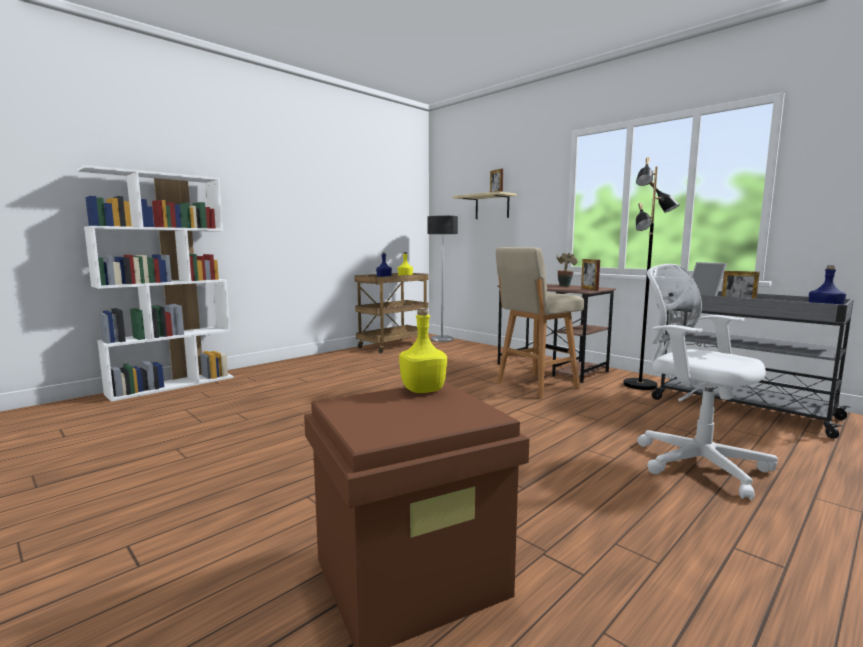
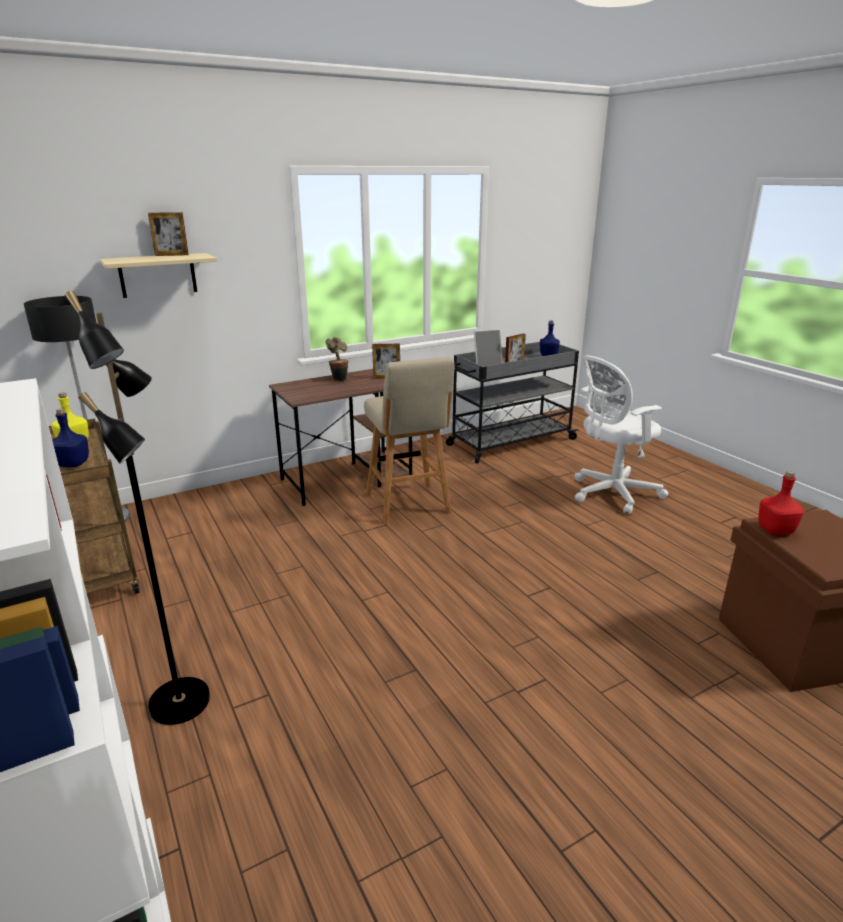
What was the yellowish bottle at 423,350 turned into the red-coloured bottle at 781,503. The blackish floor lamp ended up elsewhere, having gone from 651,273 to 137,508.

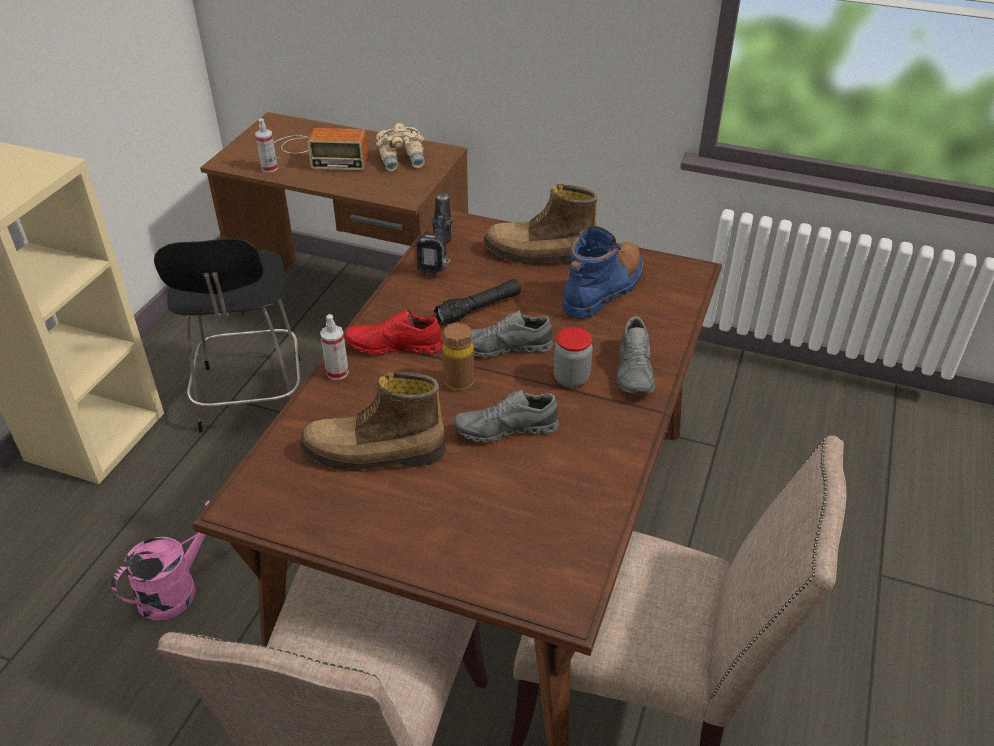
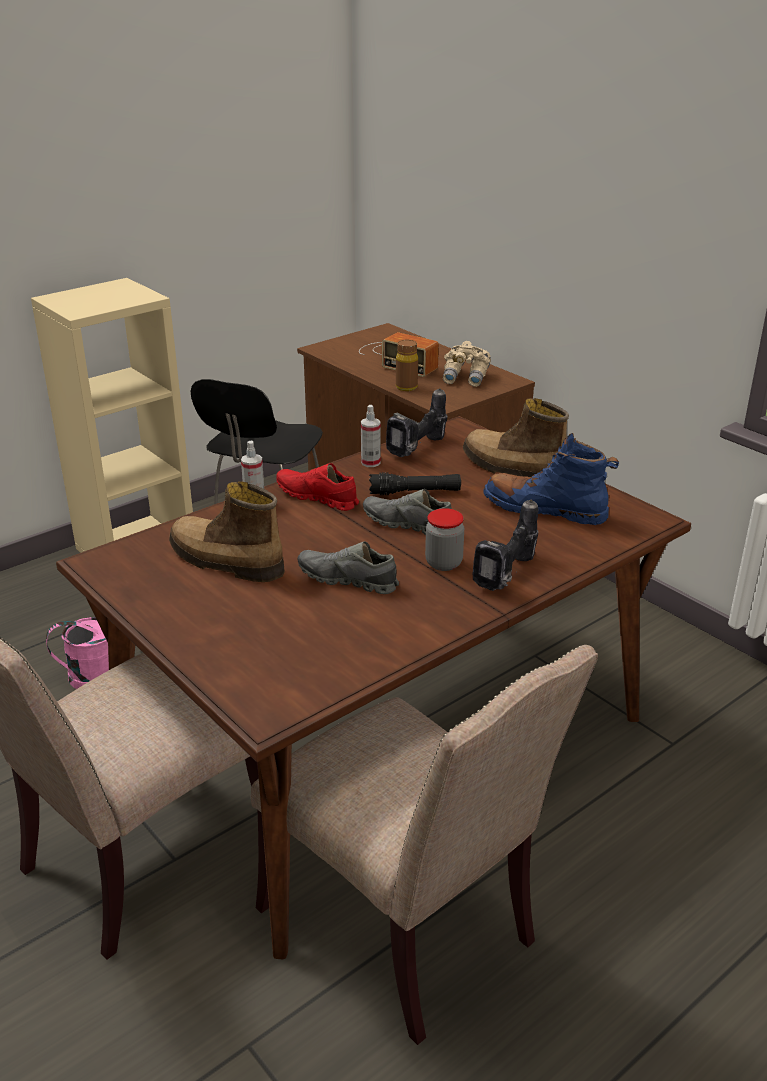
The spray bottle ended up elsewhere, having gone from 266,145 to 371,436. The brownish bottle ended up elsewhere, having gone from 458,356 to 407,365. The blue boot at 603,272 ended up facing another way, 135 degrees counterclockwise from before. Where the greyish shoe stood at 636,355, the electric drill came to stand at 505,545.

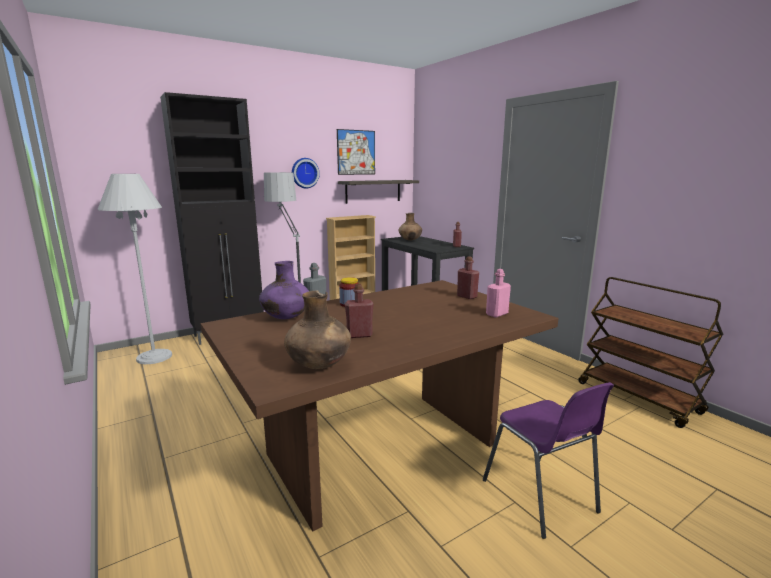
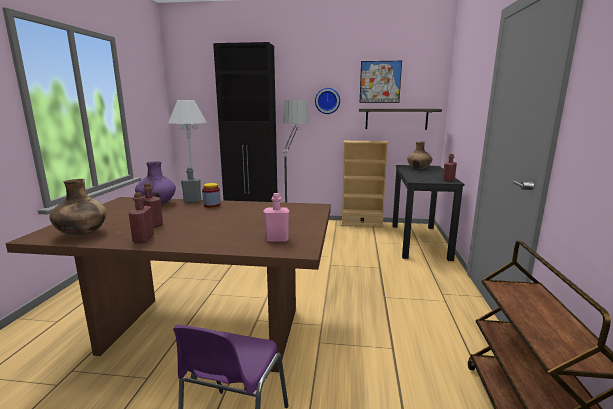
The red-coloured bottle ended up elsewhere, having gone from 468,277 to 141,217.

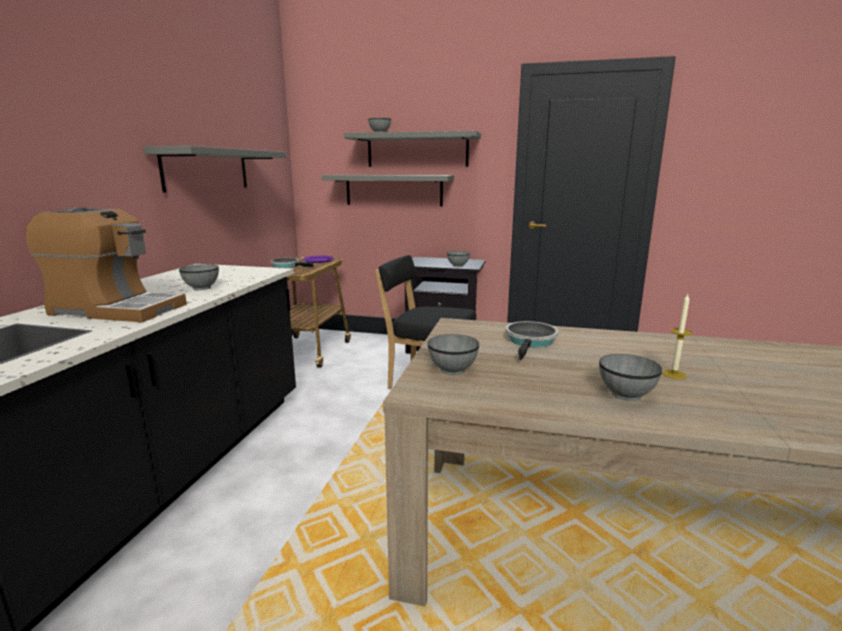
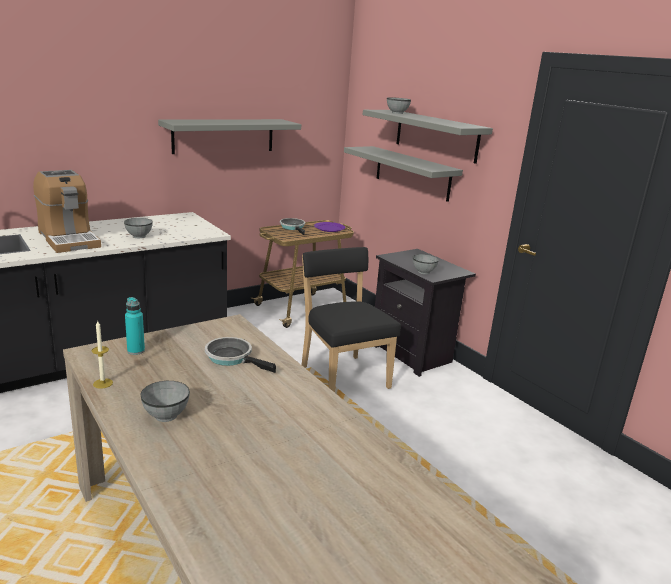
Where the greyish serving bowl stood at 453,354, the turquoise bottle came to stand at 135,326. The frying pan at 532,340 ended up facing another way, 120 degrees counterclockwise from before. The wax candle ended up elsewhere, having gone from 677,336 to 102,355.

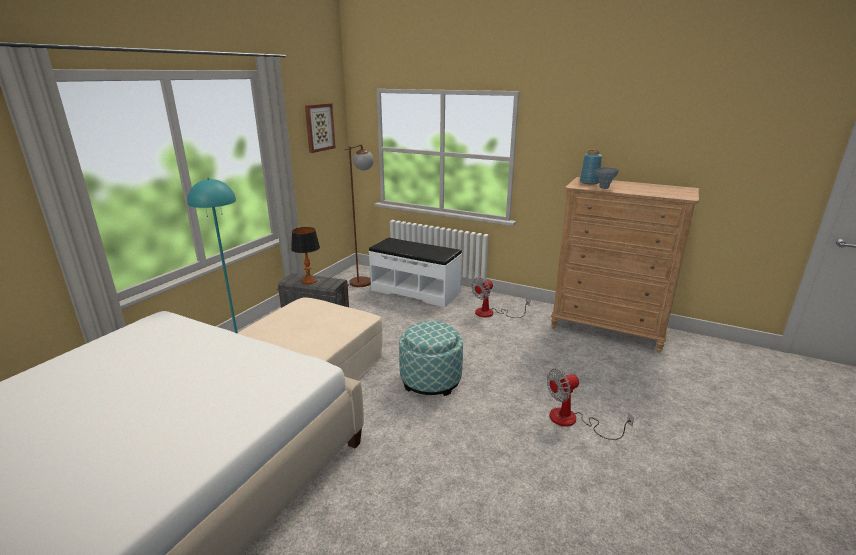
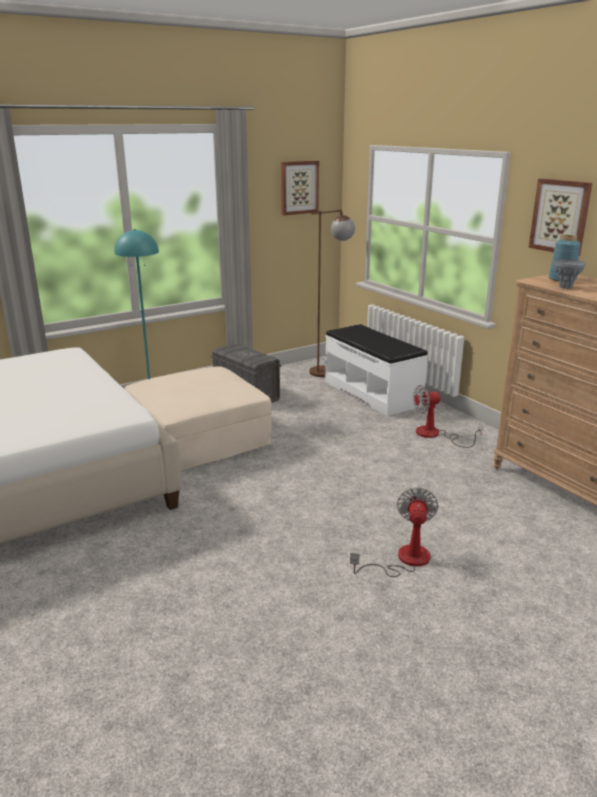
The second view lost the table lamp at 305,255. The second view lost the ottoman at 431,358. The fan at 590,404 ended up facing another way, 90 degrees clockwise from before. The second view gained the wall art at 561,217.

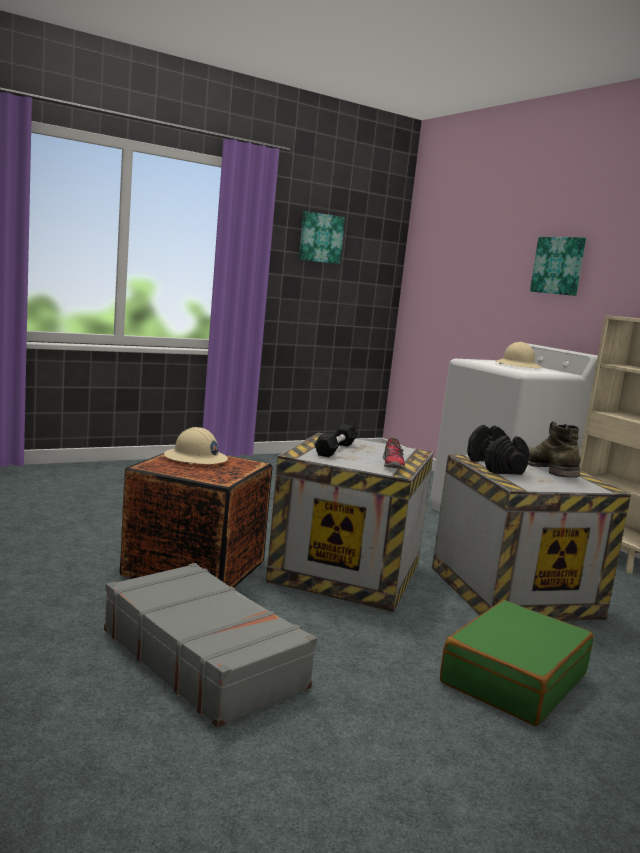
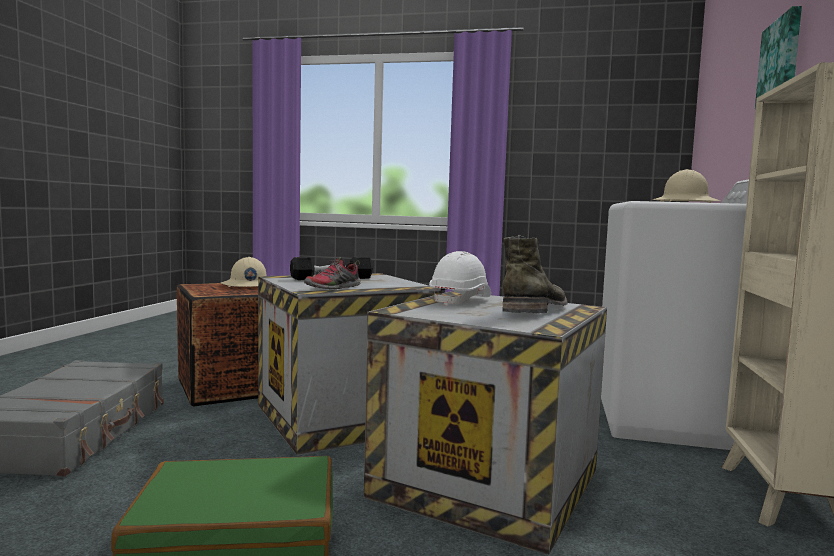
The second view lost the wall art at 322,237. Where the blackish dumbbell stood at 498,450, the whitish work helmet came to stand at 460,278.

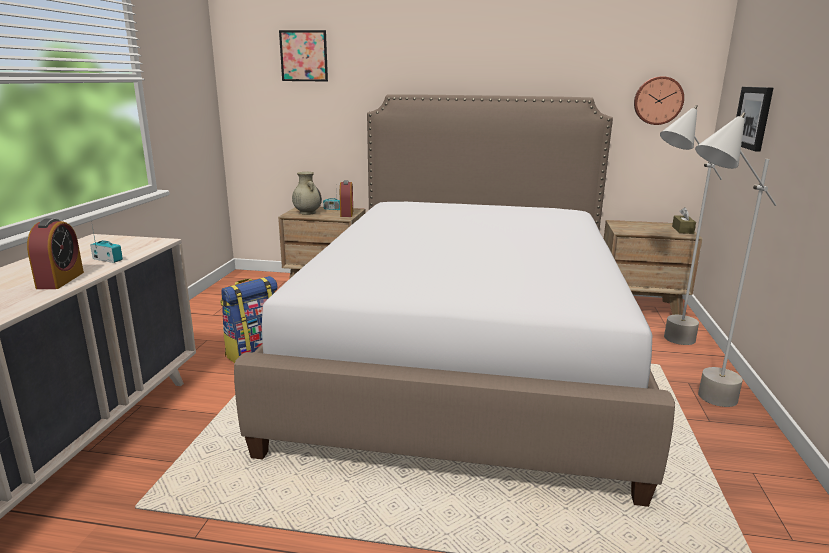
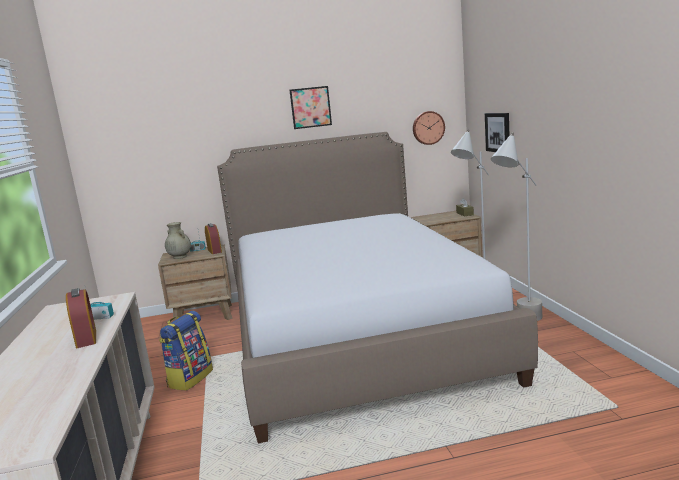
The wall art ended up elsewhere, having gone from 303,55 to 311,107.

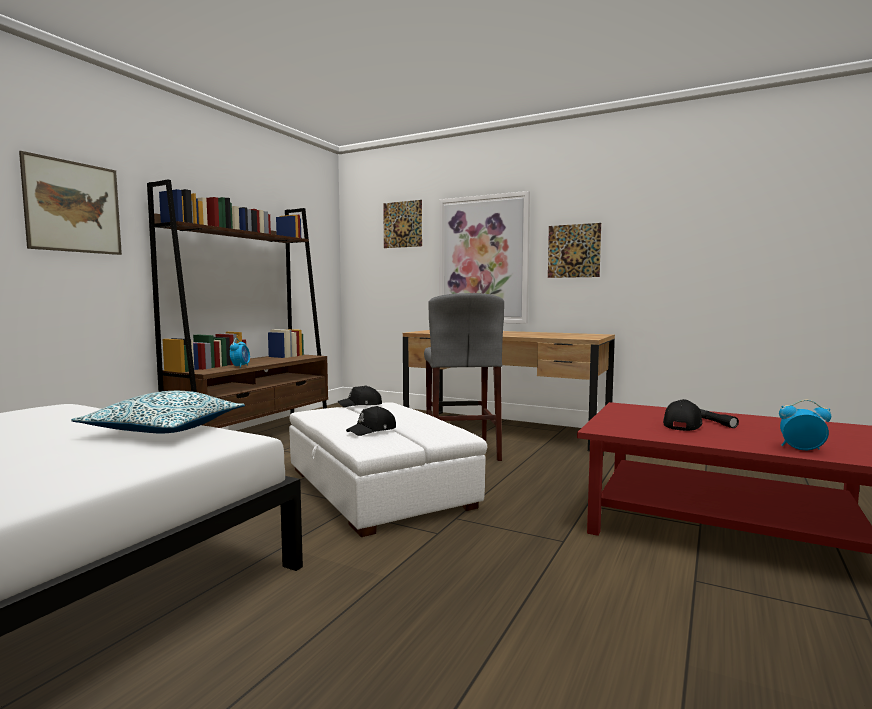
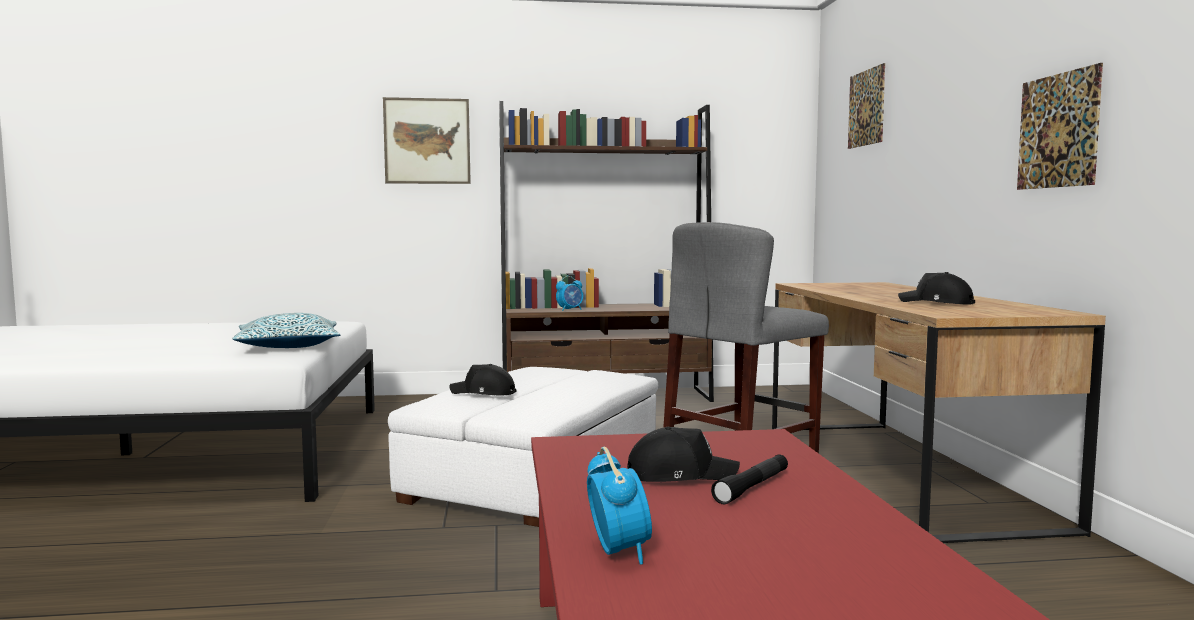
The blackish cap ended up elsewhere, having gone from 360,396 to 936,288. The second view lost the wall art at 484,257.

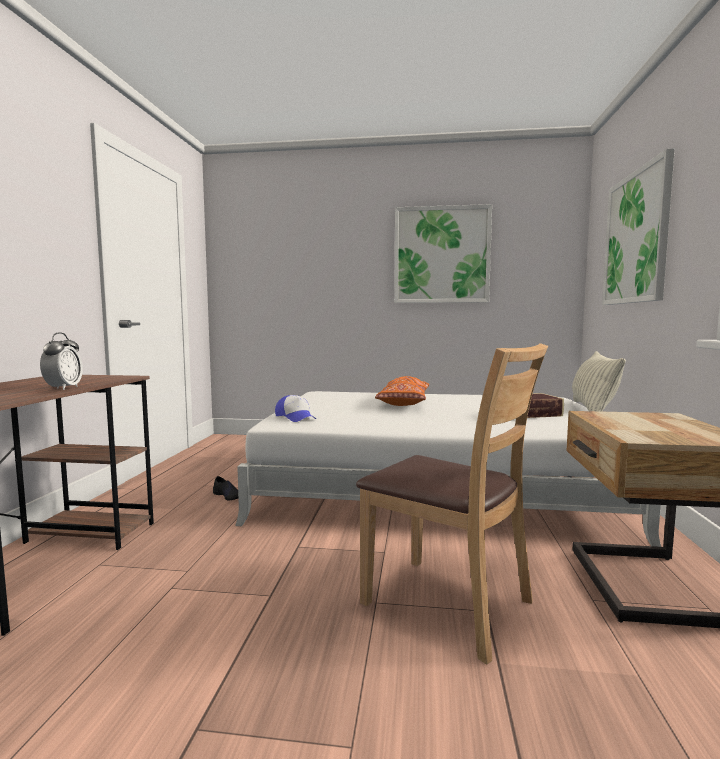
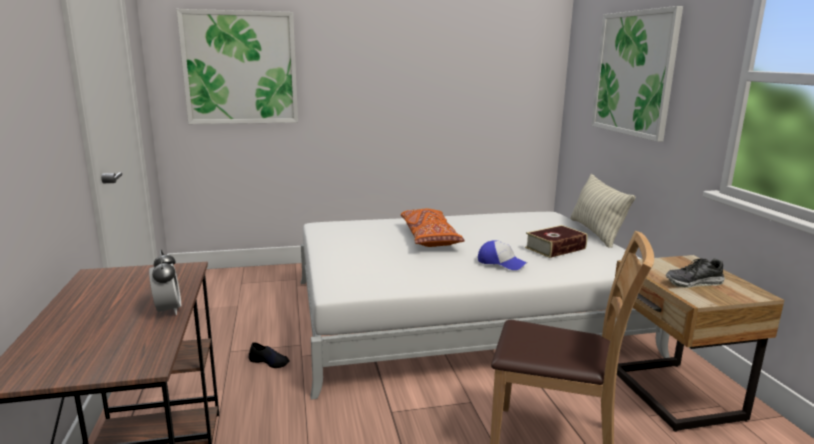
The cap ended up elsewhere, having gone from 295,408 to 502,255. The wall art ended up elsewhere, having gone from 443,253 to 237,66. The second view gained the shoe at 695,273.

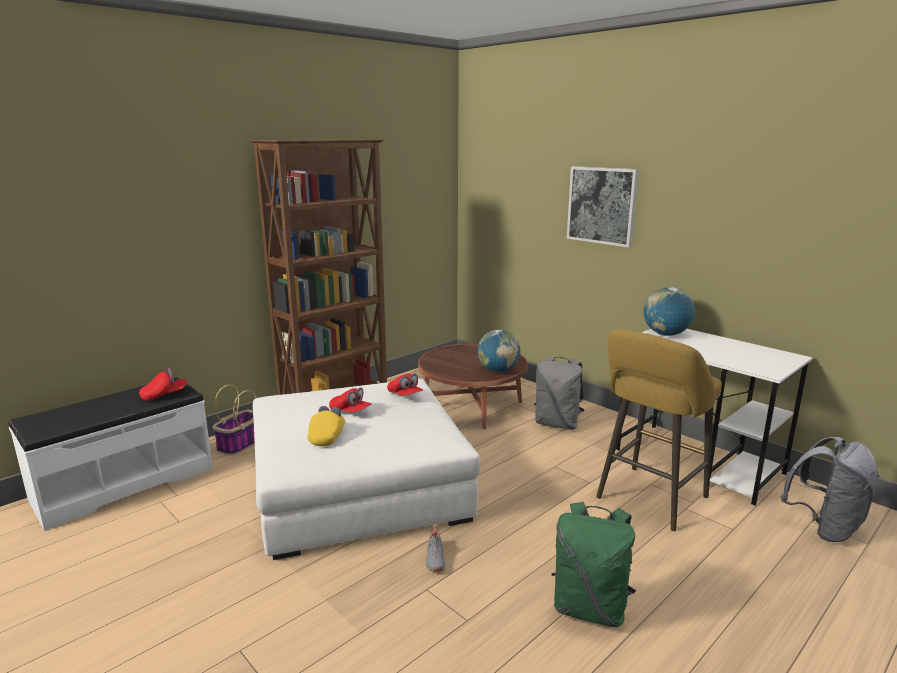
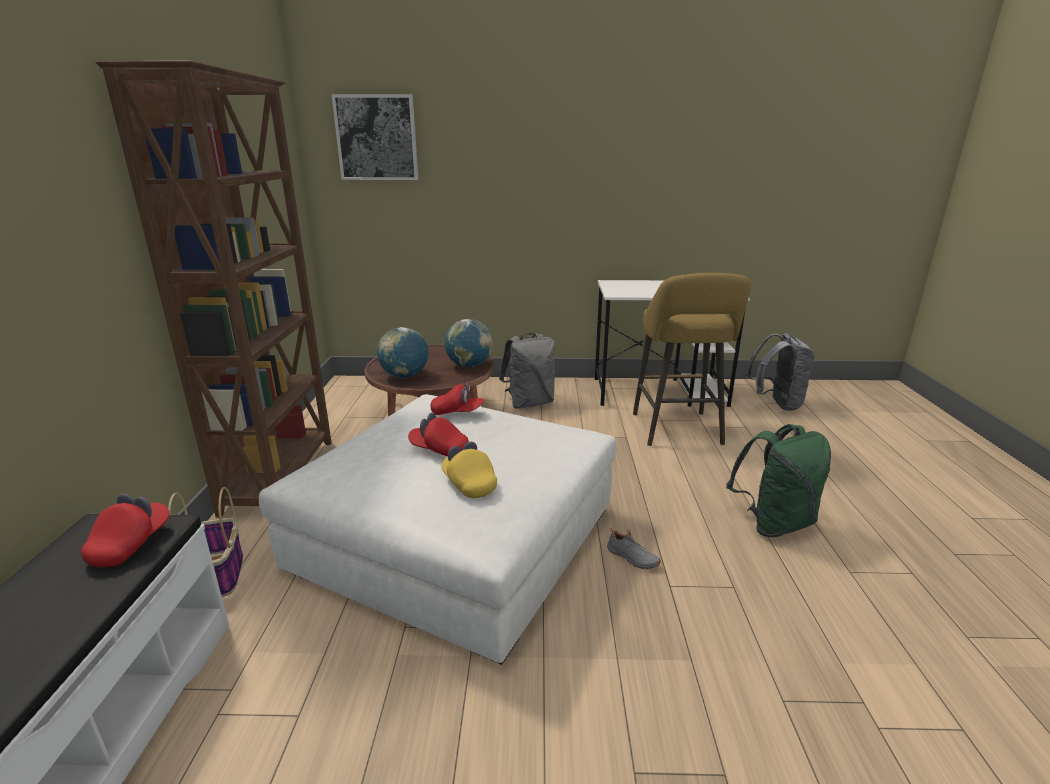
The red-coloured cap at 350,400 ended up facing another way, 150 degrees counterclockwise from before. The wall art ended up elsewhere, having gone from 603,206 to 375,137. The world globe ended up elsewhere, having gone from 669,311 to 403,352.

